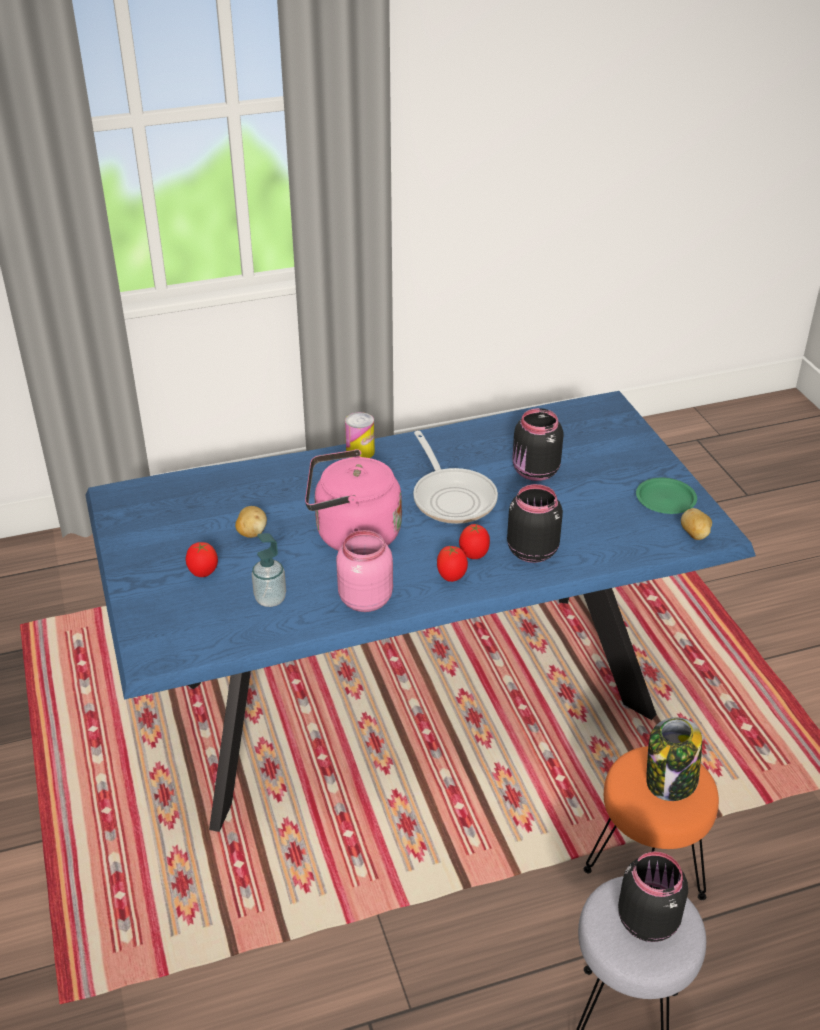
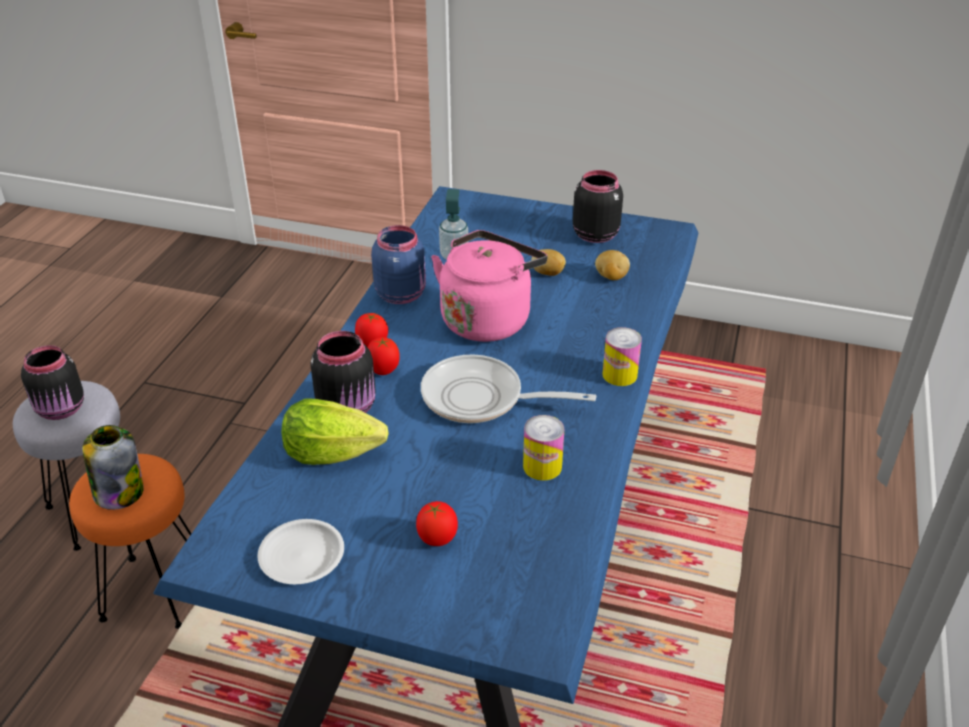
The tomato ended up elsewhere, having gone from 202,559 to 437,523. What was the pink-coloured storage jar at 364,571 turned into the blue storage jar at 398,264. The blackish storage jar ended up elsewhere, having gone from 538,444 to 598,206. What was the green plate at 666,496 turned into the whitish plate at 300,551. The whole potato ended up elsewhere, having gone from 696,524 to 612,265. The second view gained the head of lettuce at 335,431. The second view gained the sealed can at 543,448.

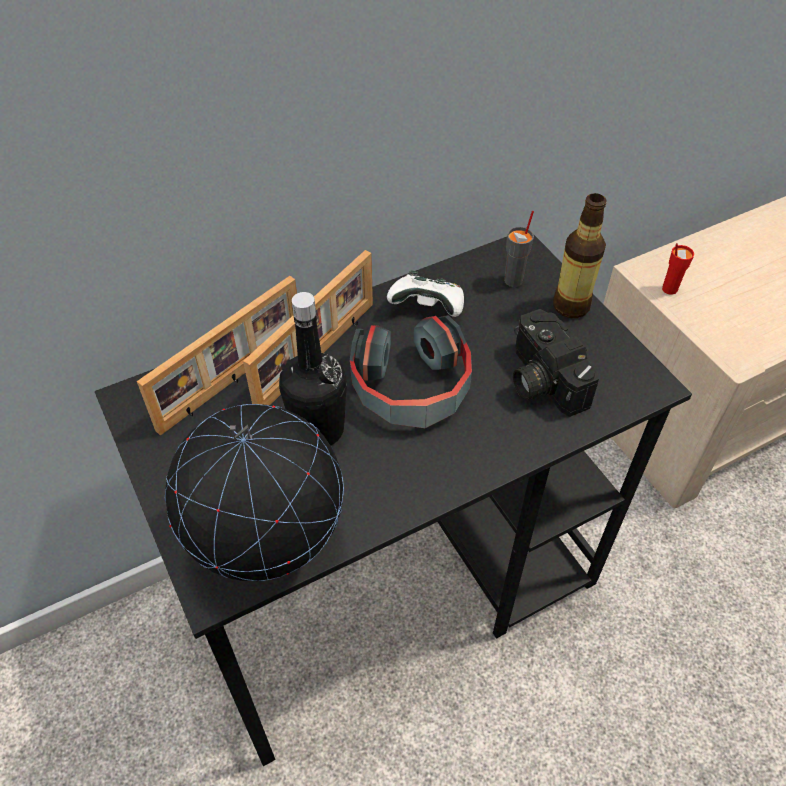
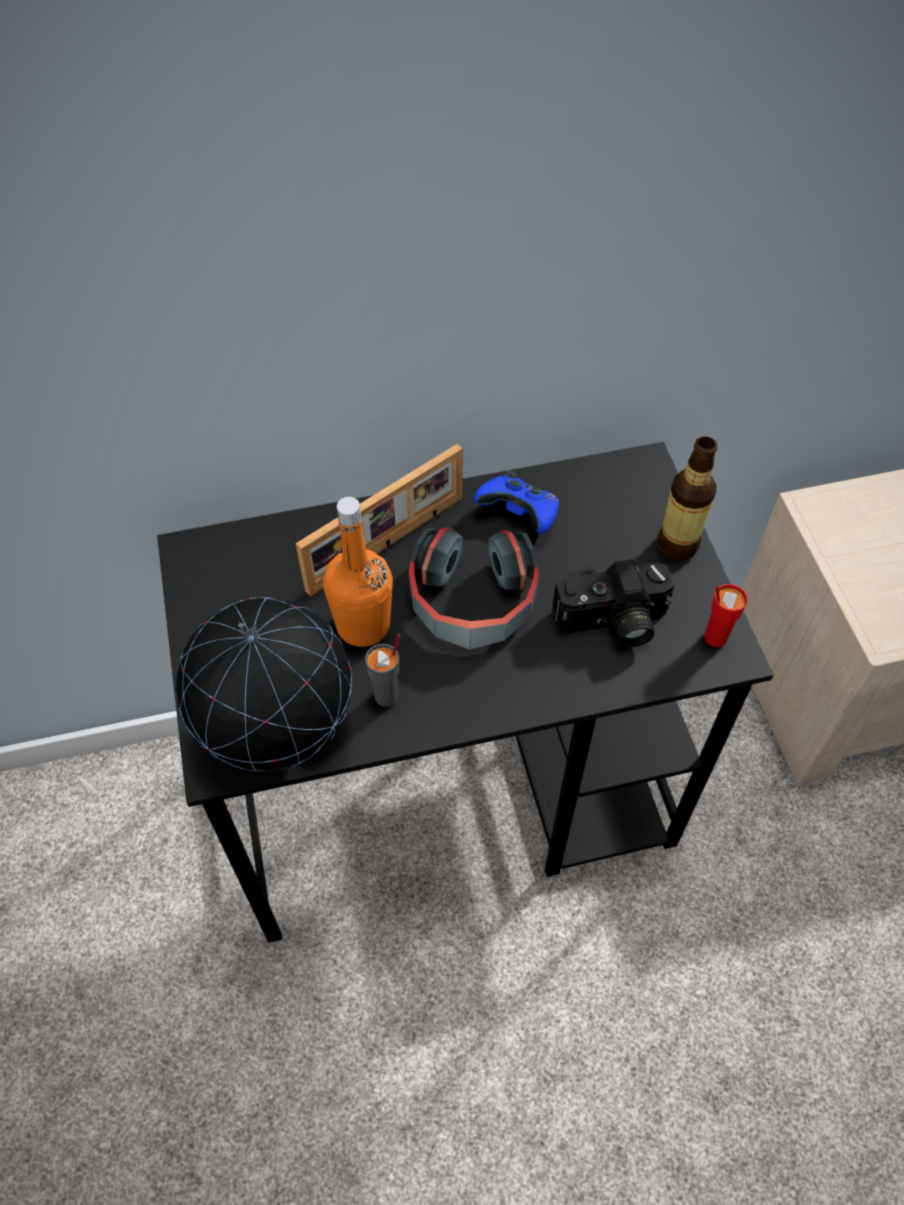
The second view lost the standing frame at 217,356. What was the blackish bottle at 313,369 turned into the orange-coloured bottle at 358,572. What was the whitish joypad at 425,293 turned into the blue joypad at 516,502. The greyish small cup ended up elsewhere, having gone from 519,249 to 382,670. The photo camera at 556,363 ended up facing another way, 90 degrees counterclockwise from before. The red-coloured small cup ended up elsewhere, having gone from 678,269 to 726,615.

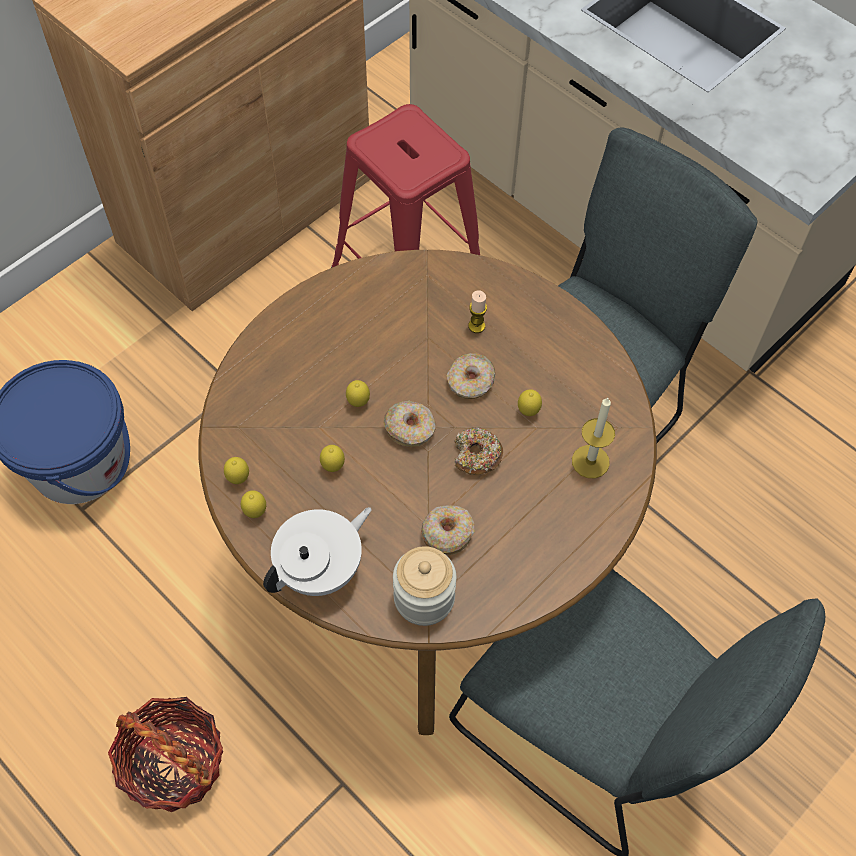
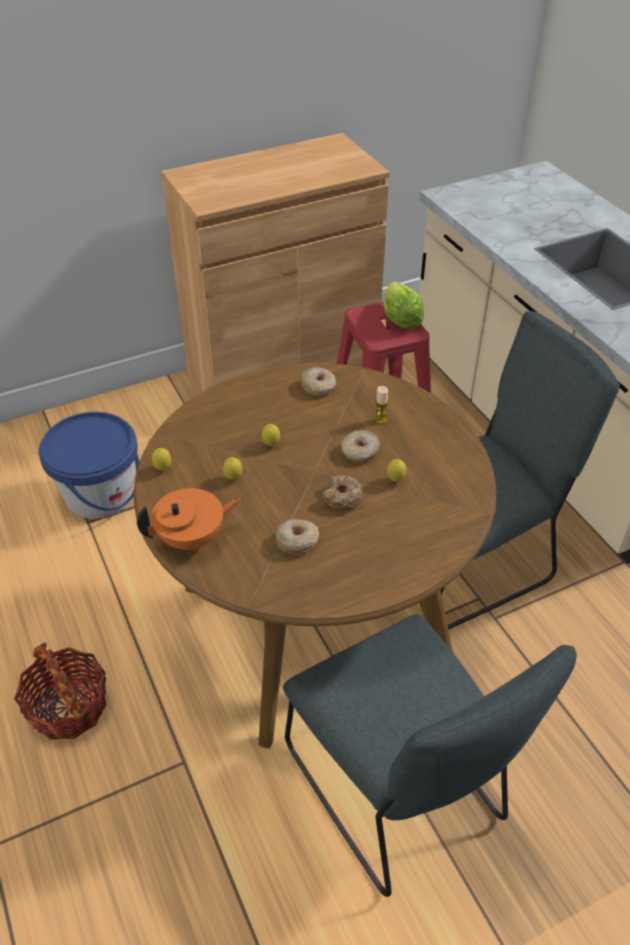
The second view lost the whole lemon at 253,504. What was the whitish teapot at 317,551 turned into the orange-coloured teapot at 189,520. The ring doughnut ended up elsewhere, having gone from 409,424 to 318,381. The second view lost the storage jar at 425,586. The second view lost the wax candle at 593,438. The second view gained the head of lettuce at 404,305.

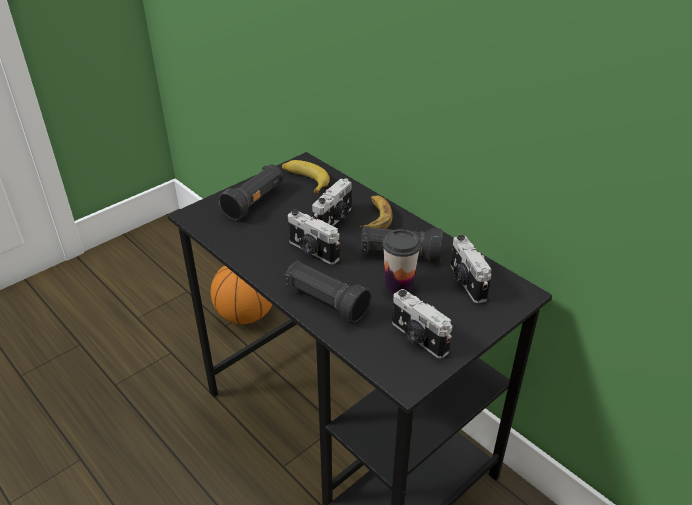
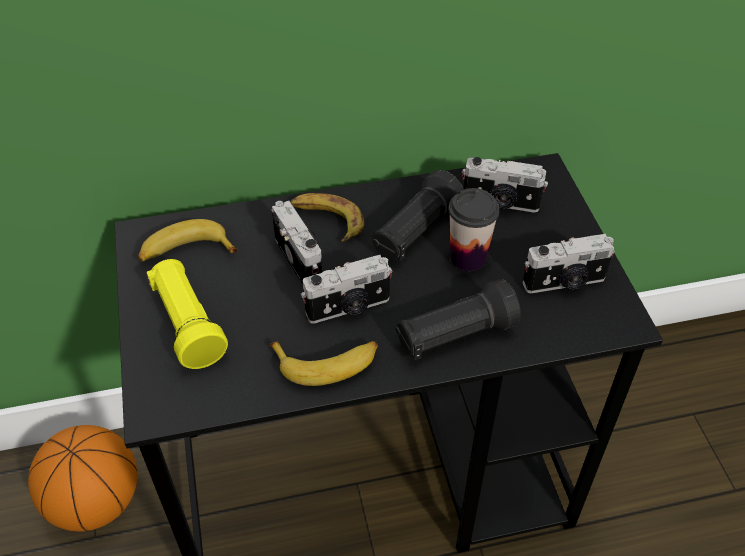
What was the blackish torch at 251,192 turned into the yellowish torch at 187,314. The second view gained the banana at 324,363.

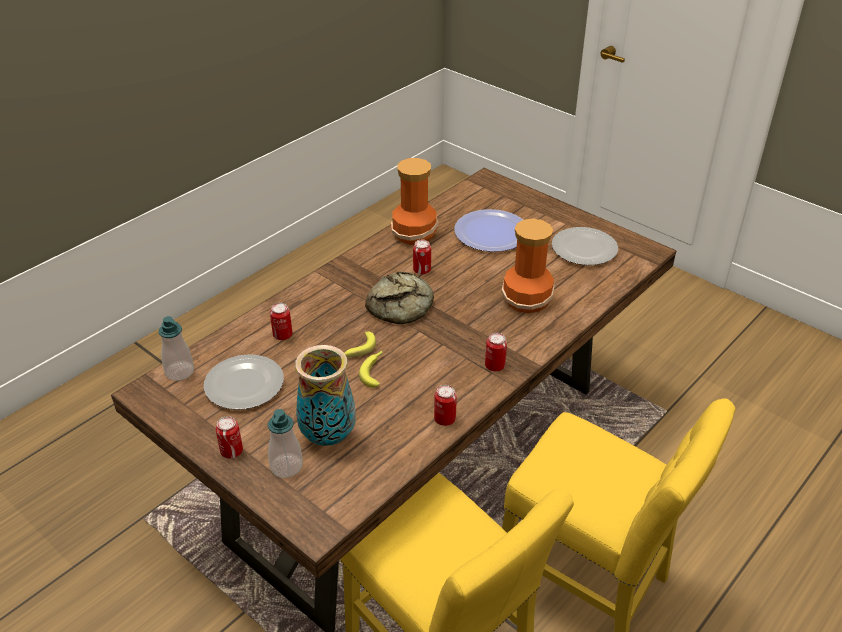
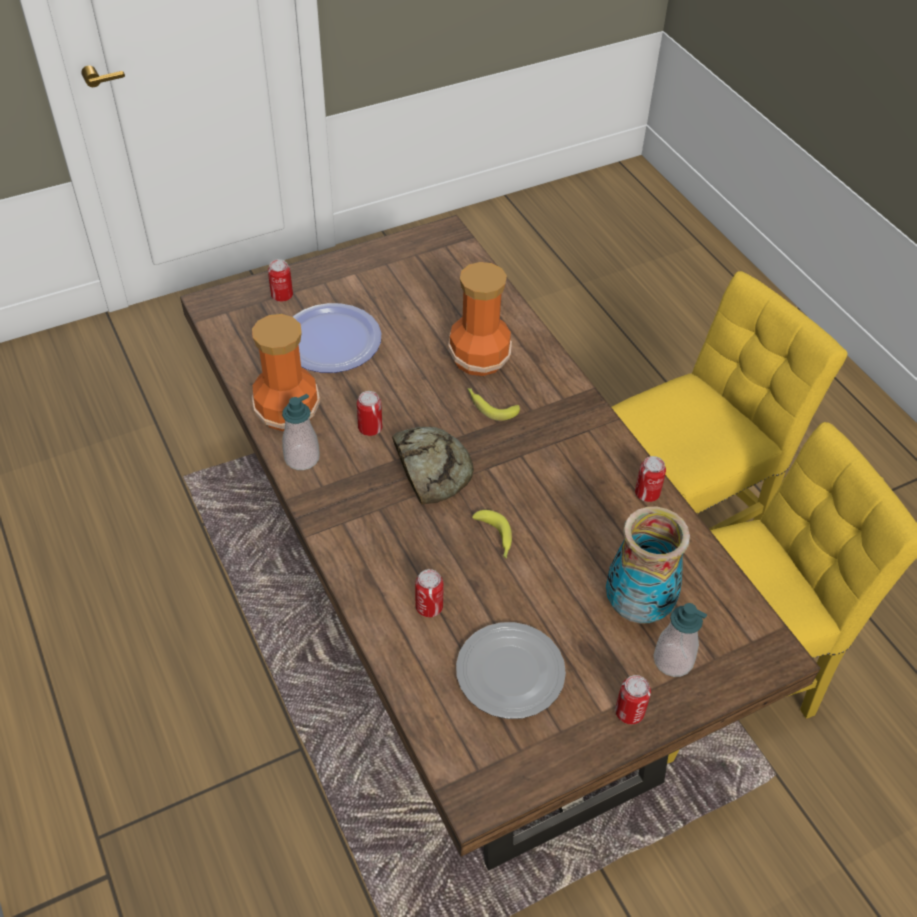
The soap dispenser ended up elsewhere, having gone from 176,348 to 301,432. The banana ended up elsewhere, having gone from 370,369 to 493,404. The sealed can ended up elsewhere, having gone from 496,352 to 280,280. The second view lost the plate at 585,246.

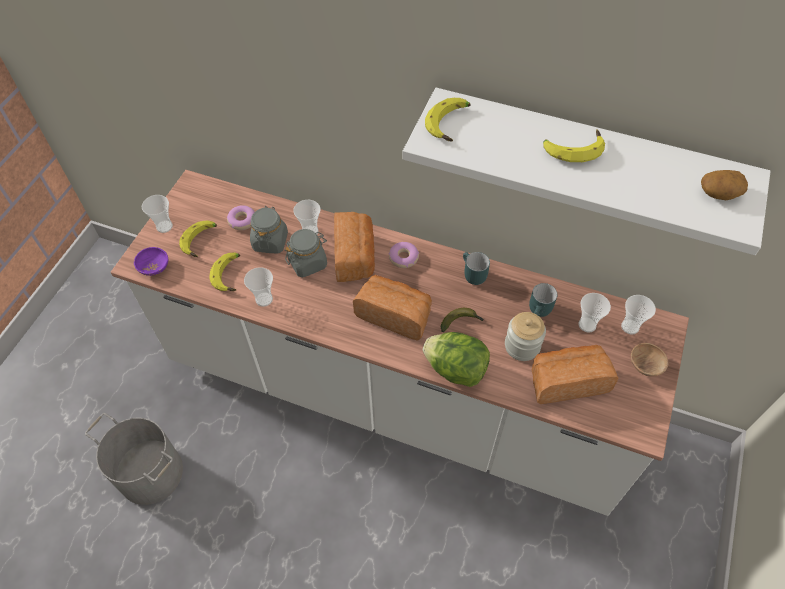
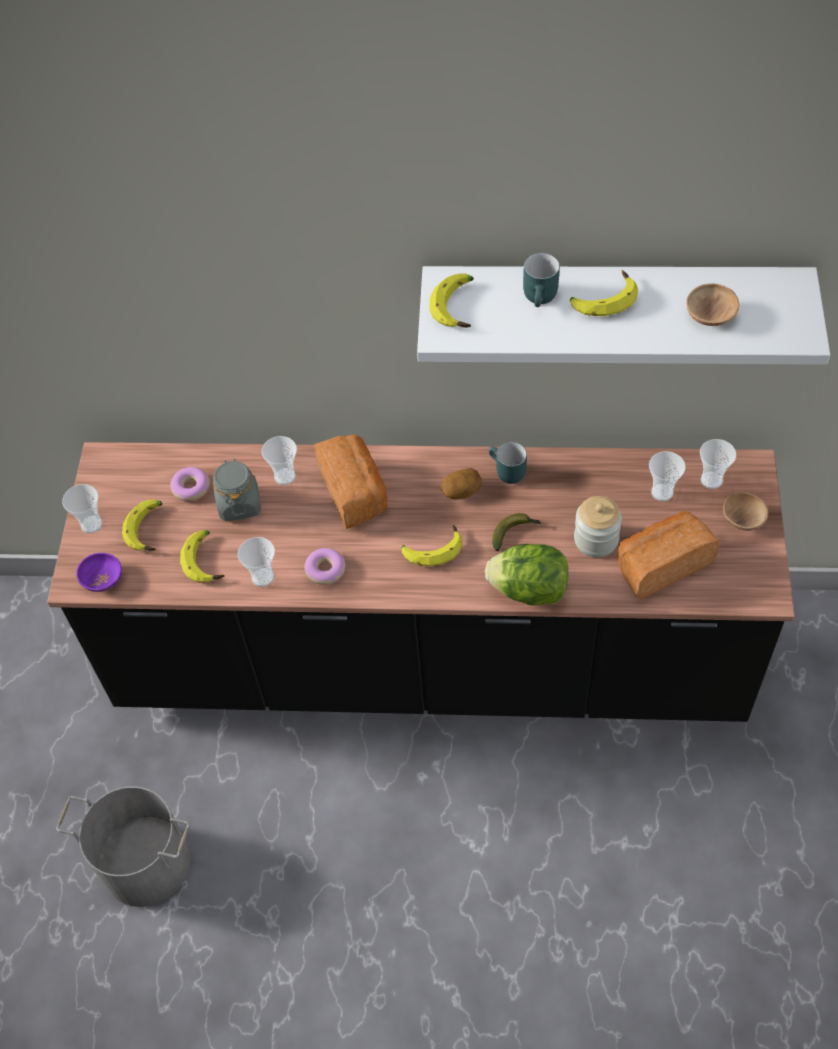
What was the whitish counter at 400,343 turned into the blackish counter at 421,582. The second view lost the greyish storage jar at 306,253. Where the baked bread stood at 392,308, the banana came to stand at 431,544. The ring doughnut ended up elsewhere, having gone from 404,255 to 324,566. The turquoise mug ended up elsewhere, having gone from 543,300 to 541,280. The whole potato ended up elsewhere, having gone from 724,185 to 461,484. The second view gained the brownish serving bowl at 713,304.

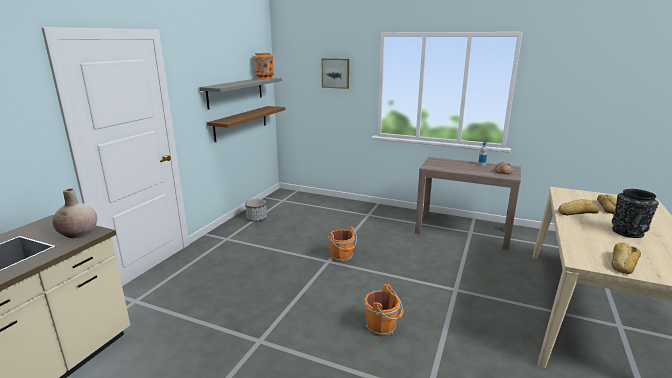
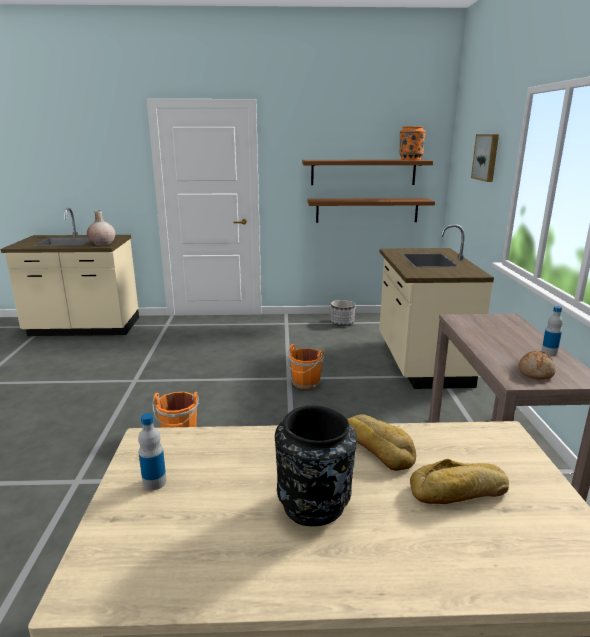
What was the greyish bracket shelf at 240,94 turned into the brownish bracket shelf at 367,172. Where the baked bread stood at 626,258, the bottle came to stand at 152,451. The second view gained the beige counter at 436,306.

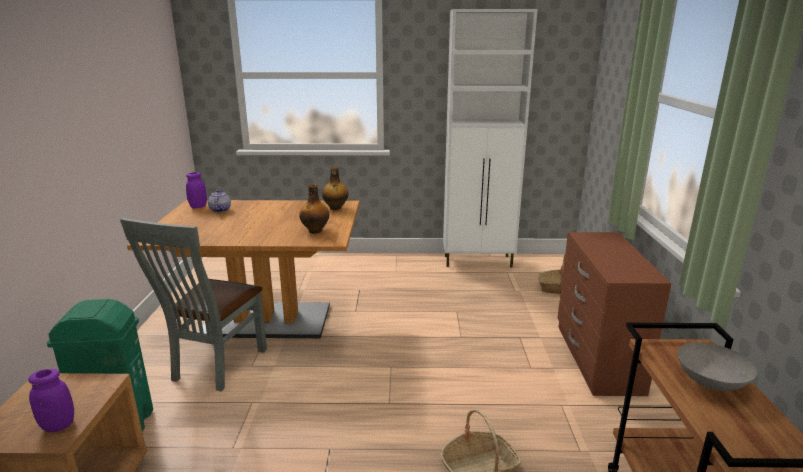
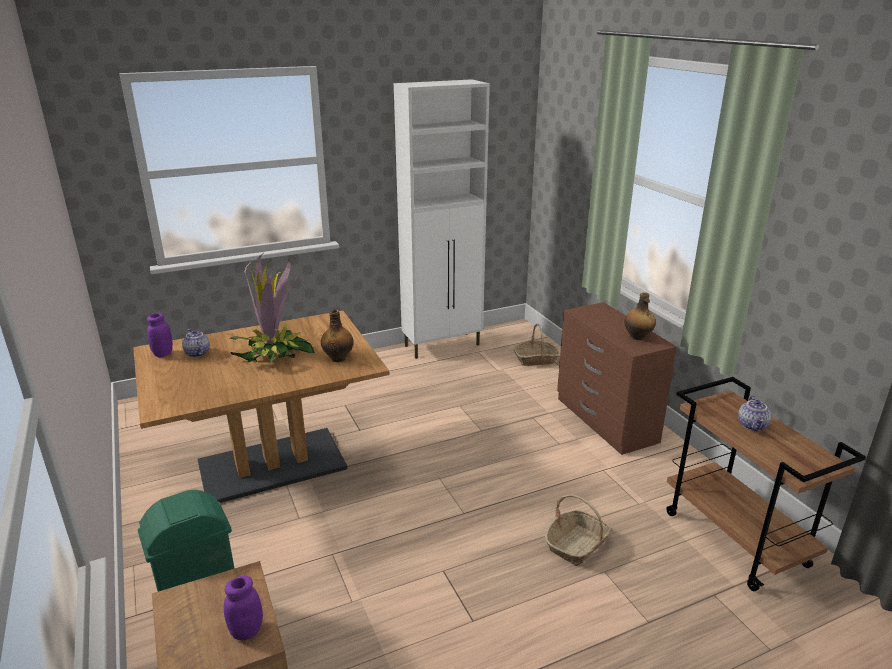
The second view lost the greyish chair at 193,304. The bottle ended up elsewhere, having gone from 335,188 to 640,316. Where the greyish serving bowl stood at 717,366, the teapot came to stand at 754,413. The second view gained the houseplant at 272,308.

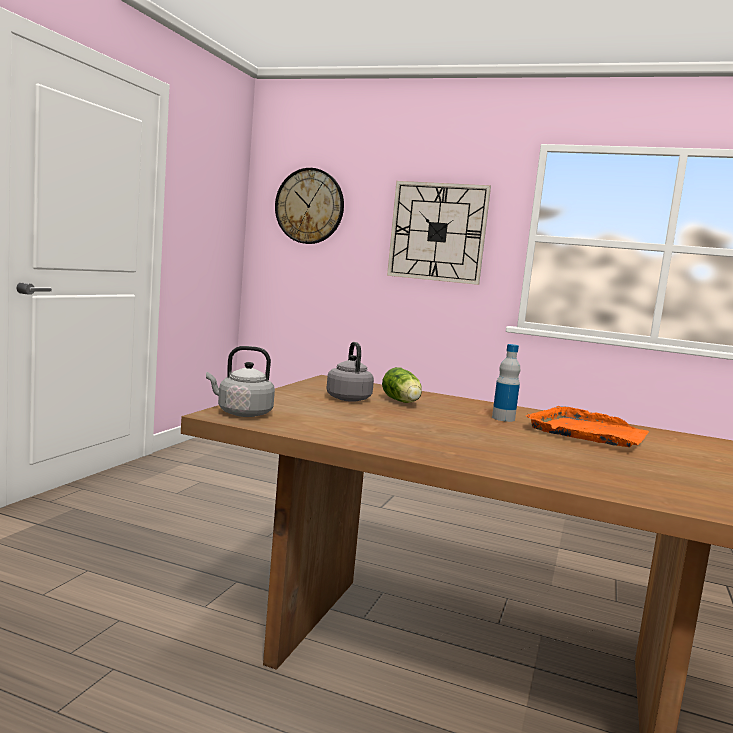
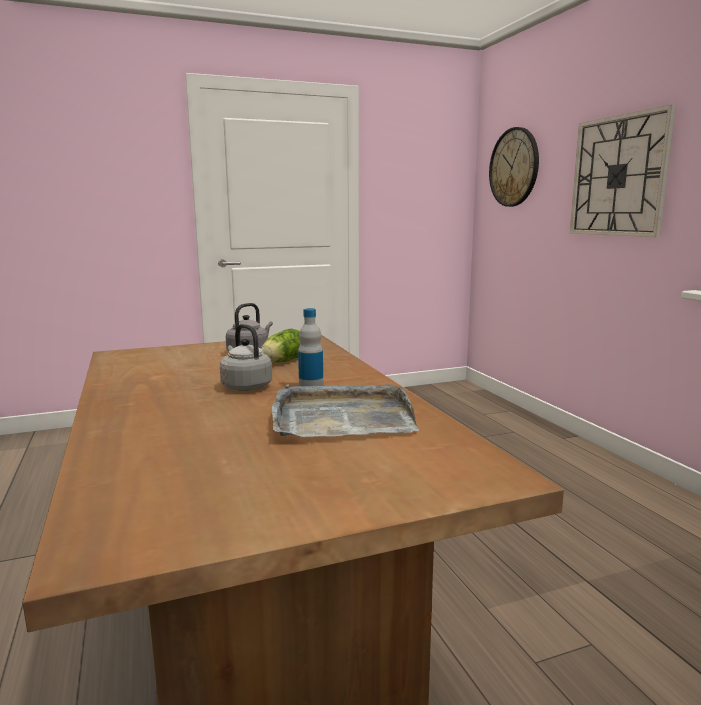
The greyish kettle ended up elsewhere, having gone from 240,381 to 246,357. What was the orange-coloured carrying tray at 587,426 turned into the greyish carrying tray at 345,410.

